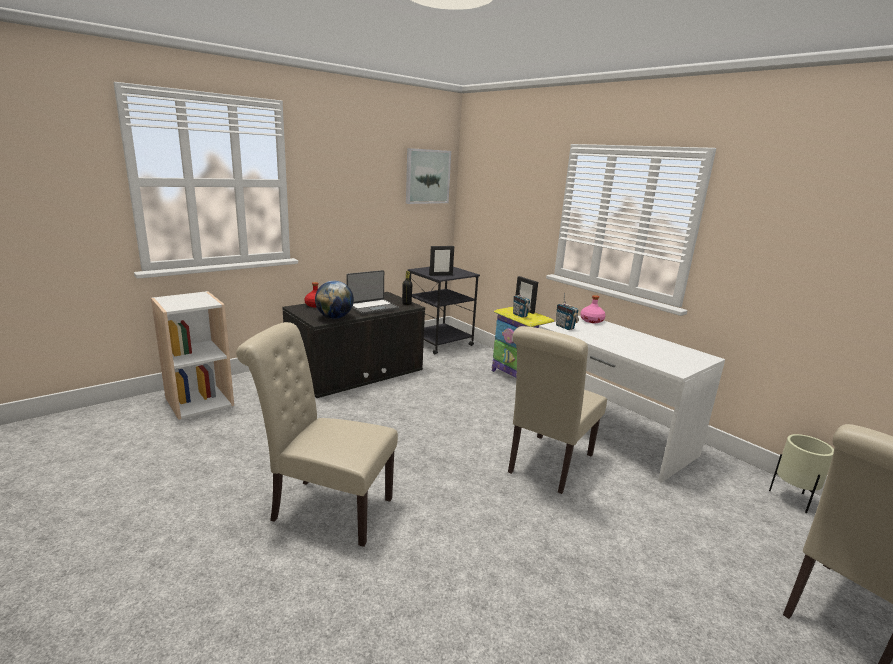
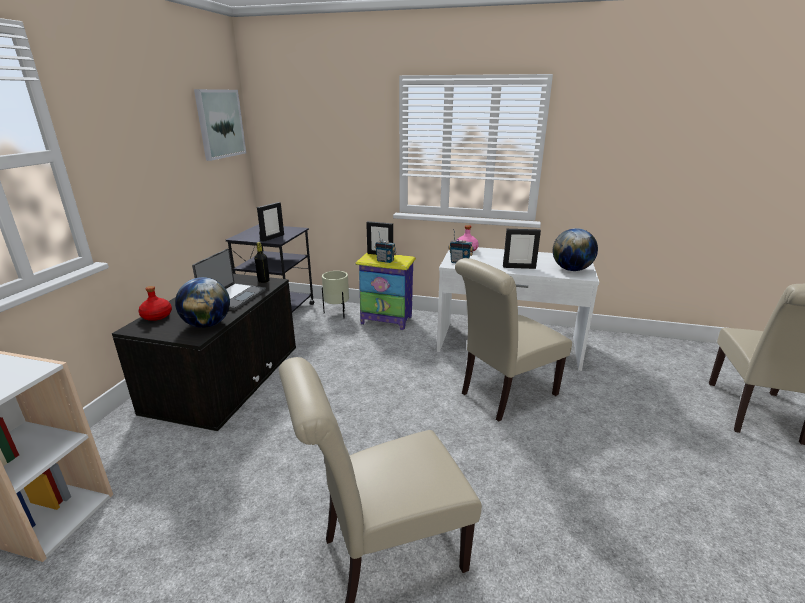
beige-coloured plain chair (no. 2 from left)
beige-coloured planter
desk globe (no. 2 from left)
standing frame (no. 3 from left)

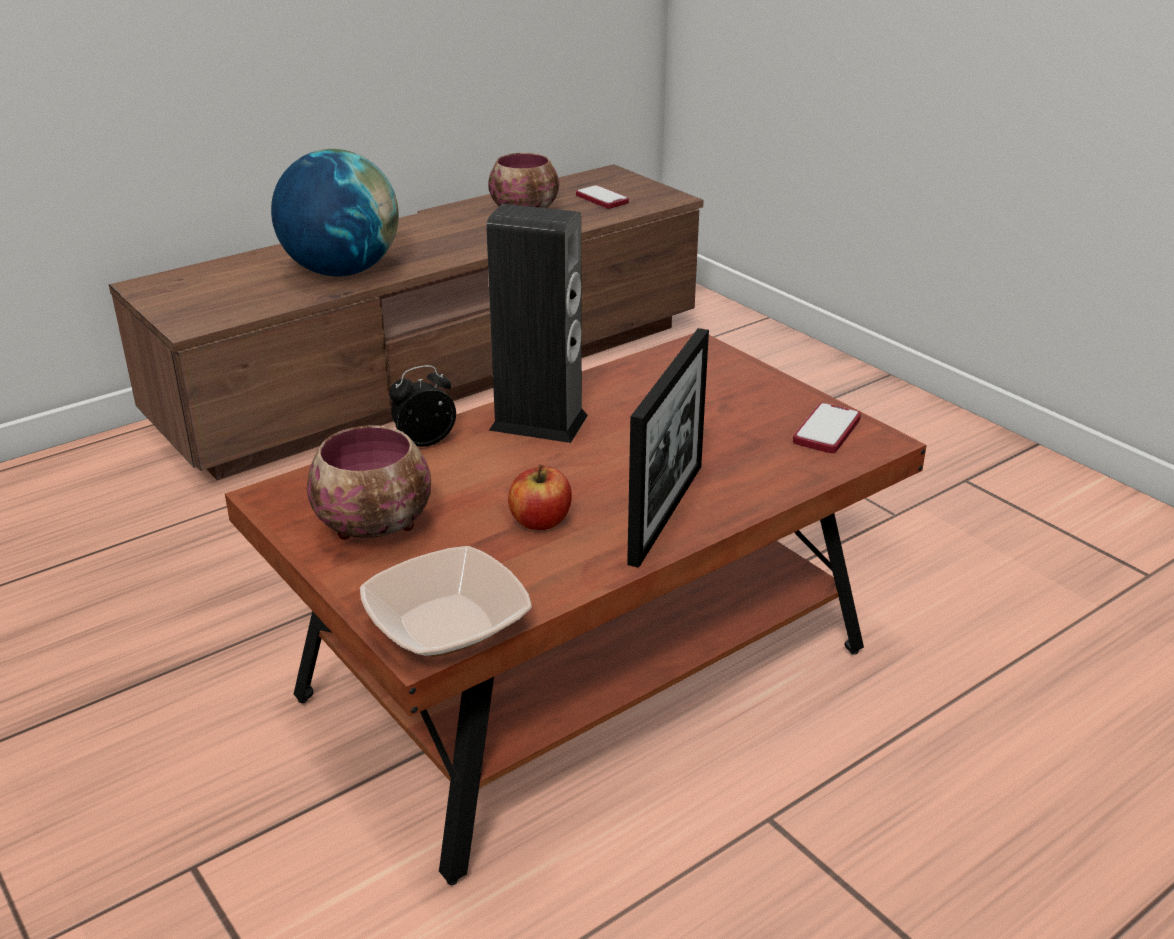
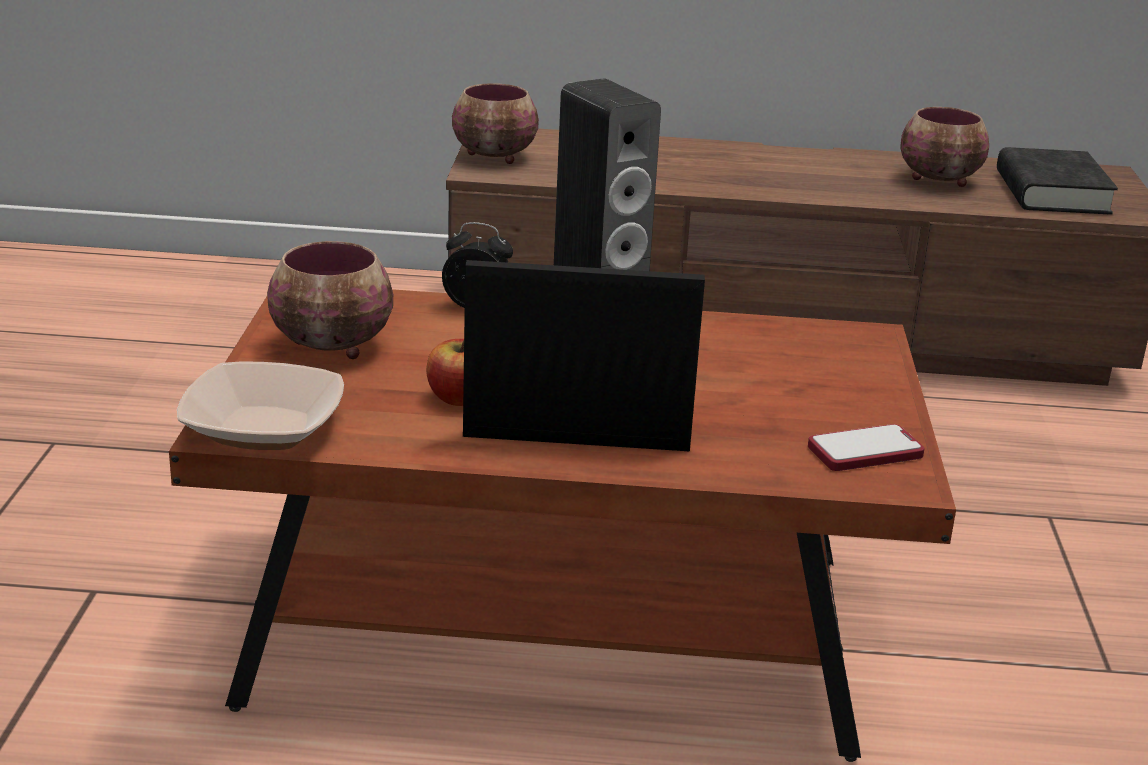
desk globe
blackish book
standing frame
deep dish (no. 3 from left)

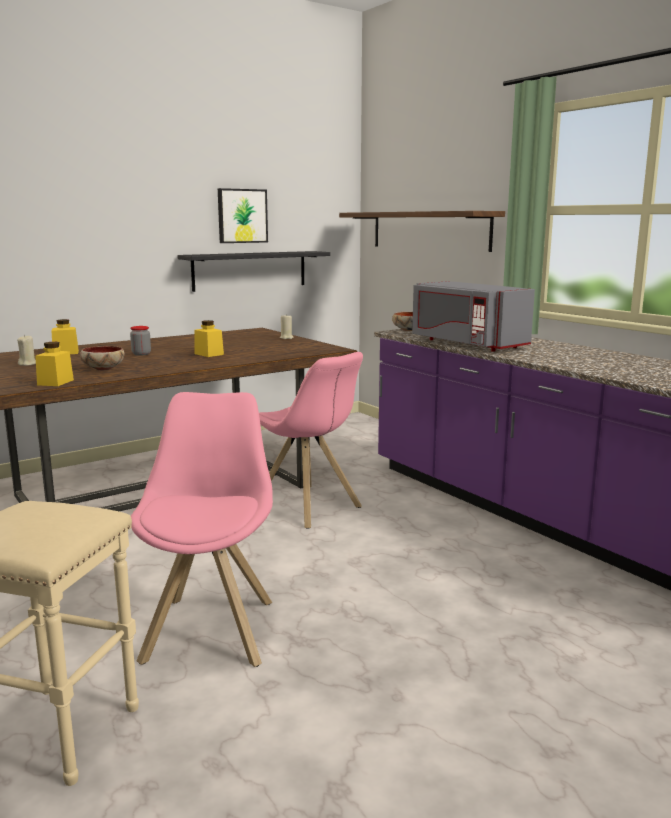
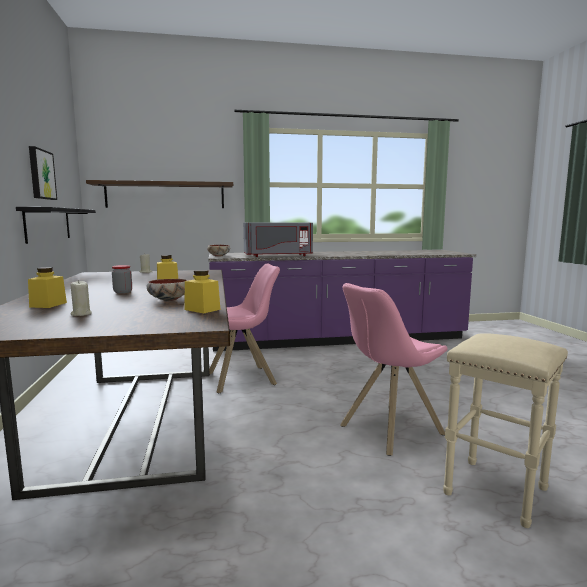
pink-coloured plain chair (no. 2 from left)

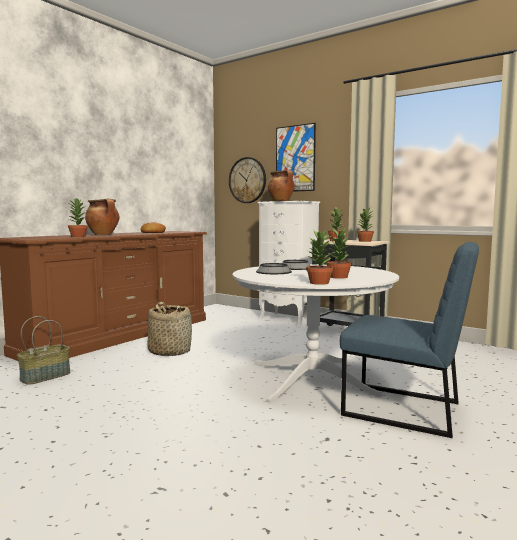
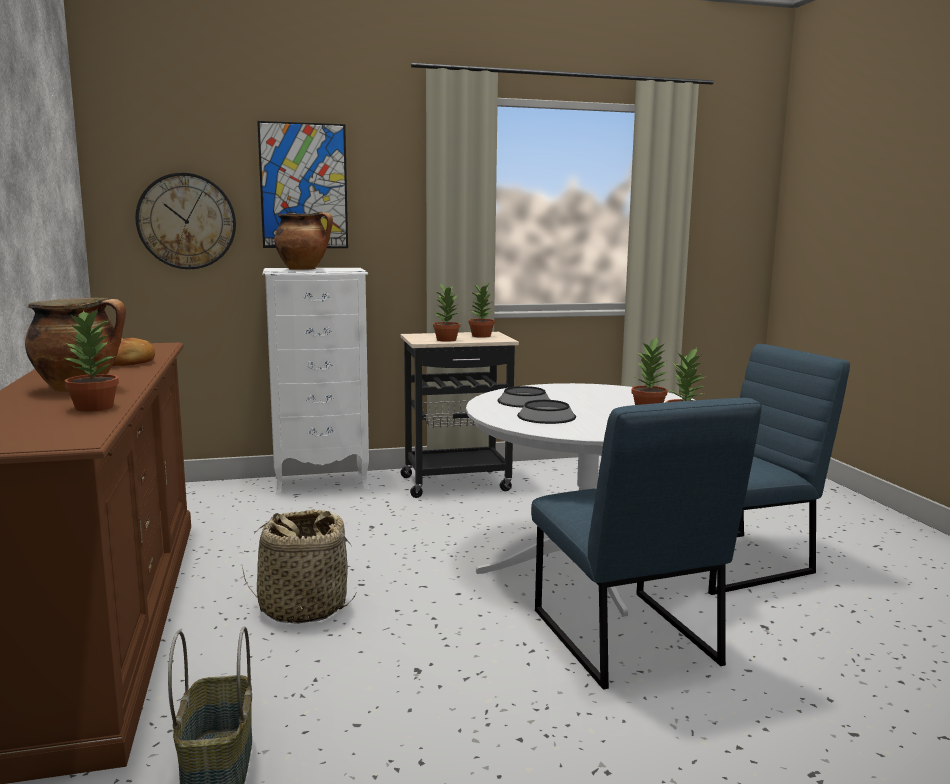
blue-coloured plain chair (no. 1 from left)

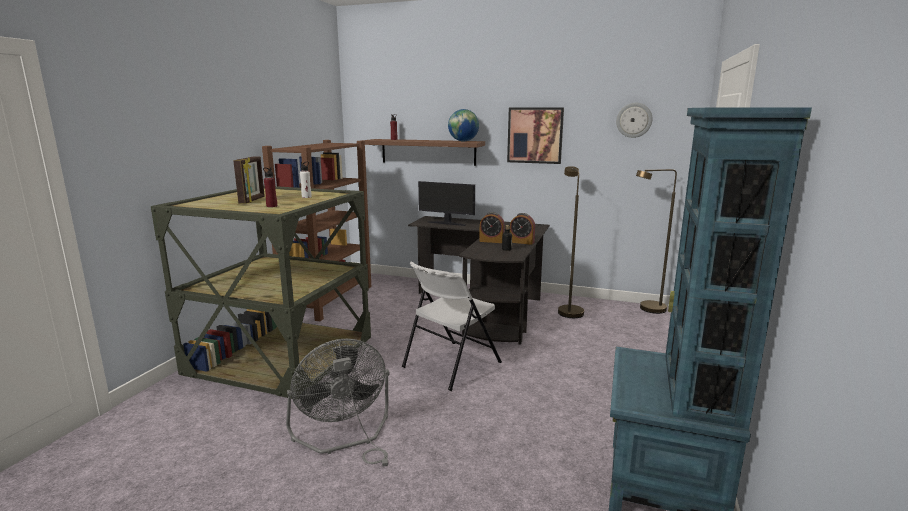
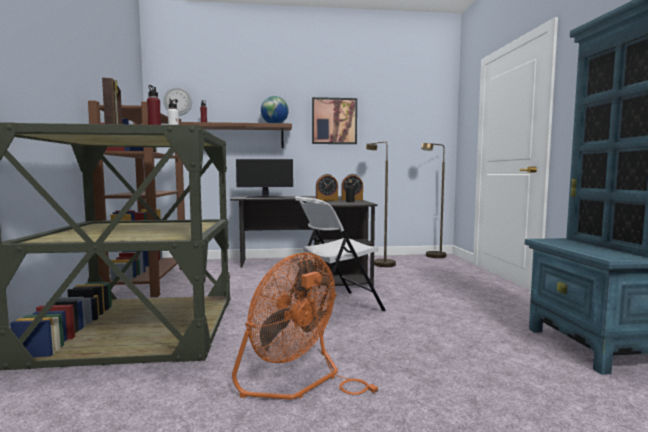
wall clock
white plain chair
orangey electric fan

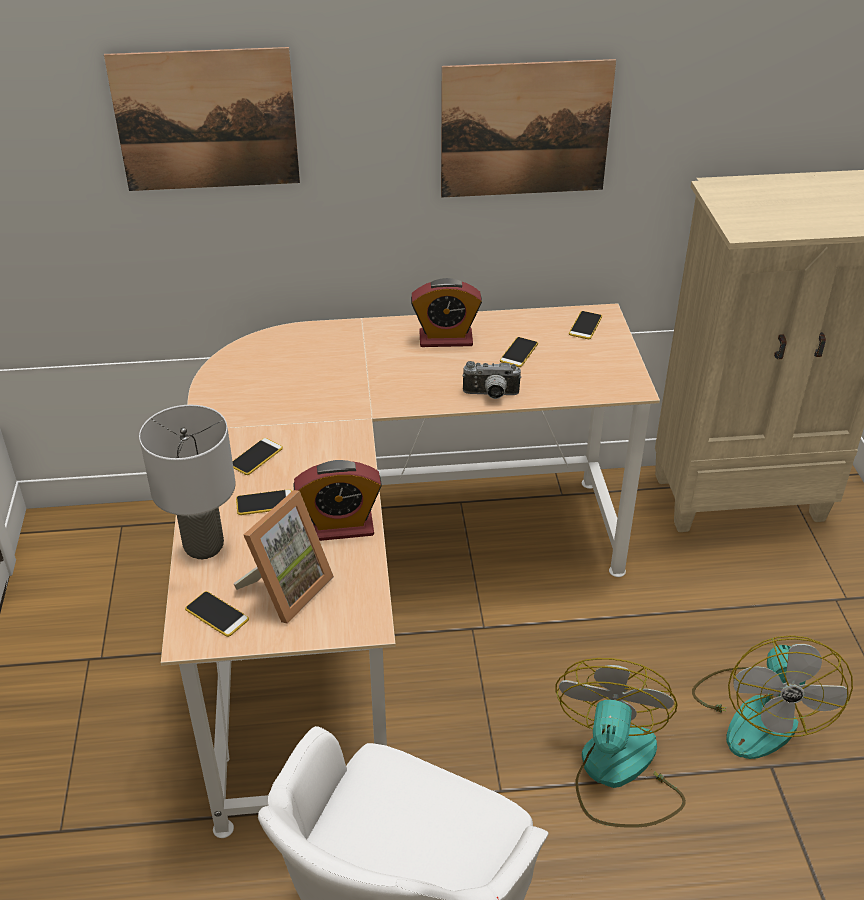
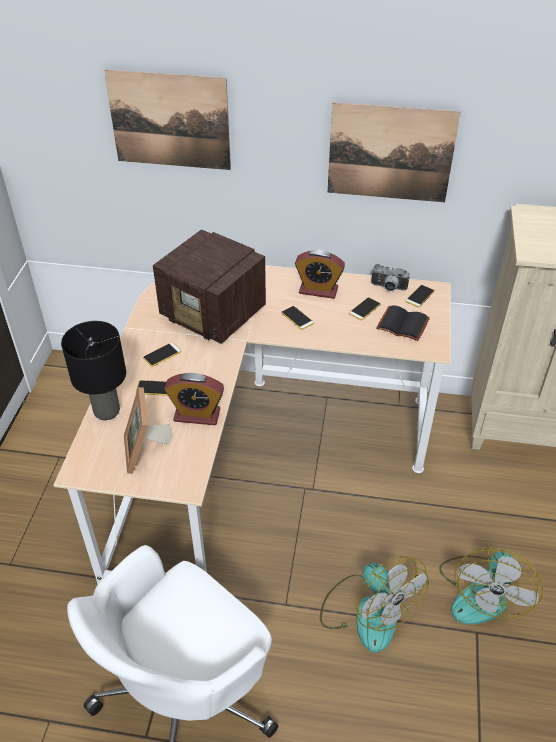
still camera
blackish tabletop lamp
standing frame
telephone (no. 3 from left)
electric fan (no. 1 from left)
radio set
blackish book

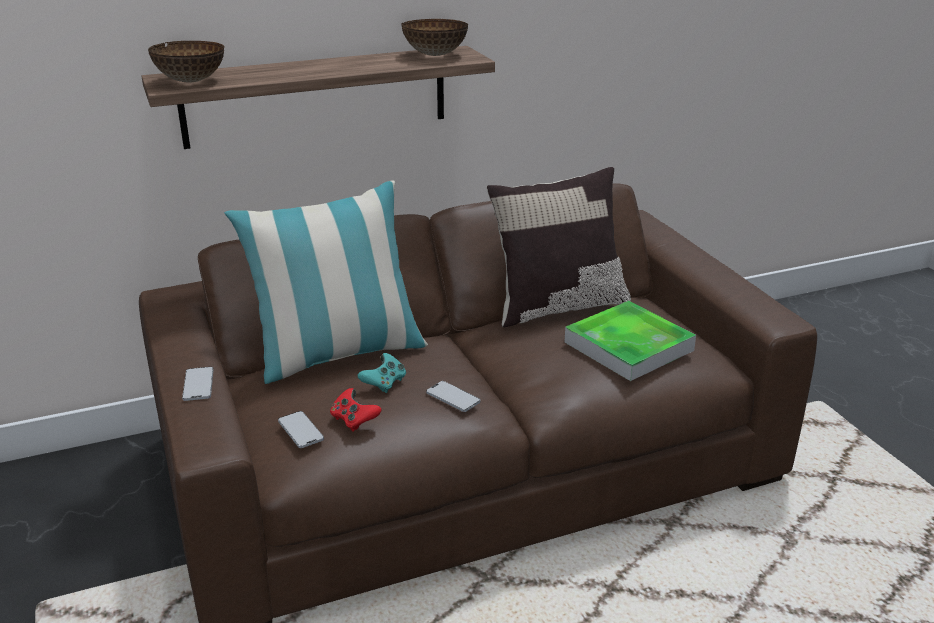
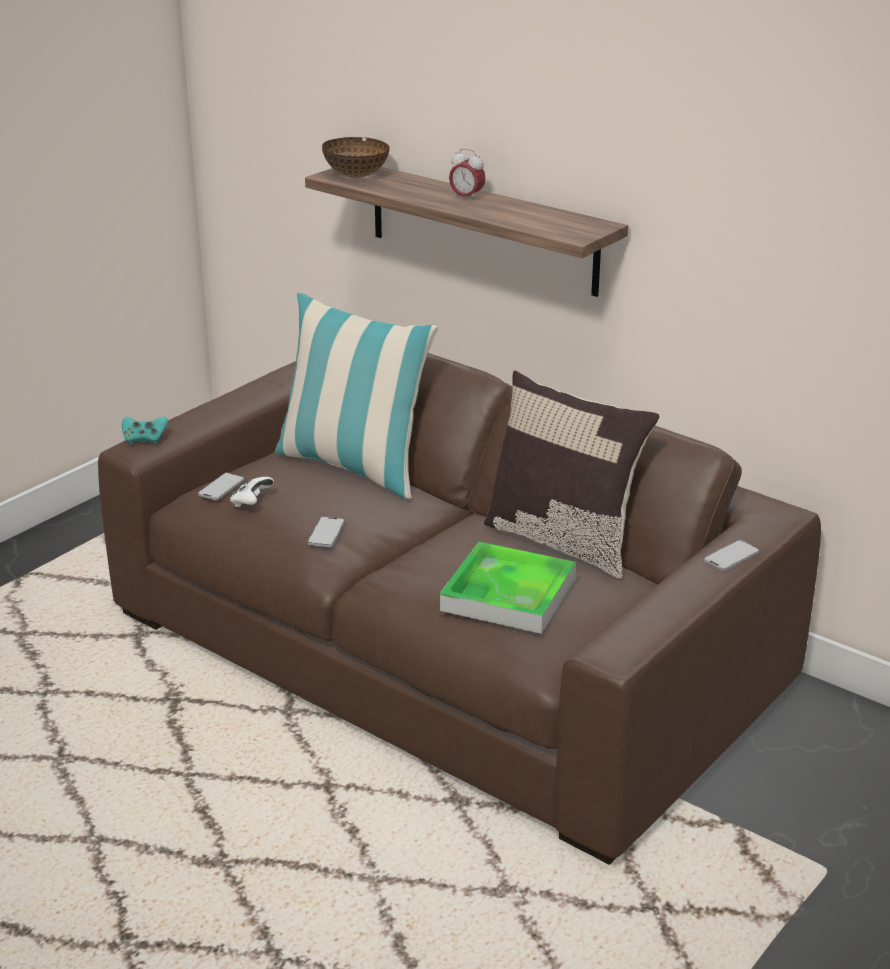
deep dish (no. 2 from left in the first image)
turquoise-coloured gamepad
telephone (no. 3 from left)
white gamepad
alarm clock

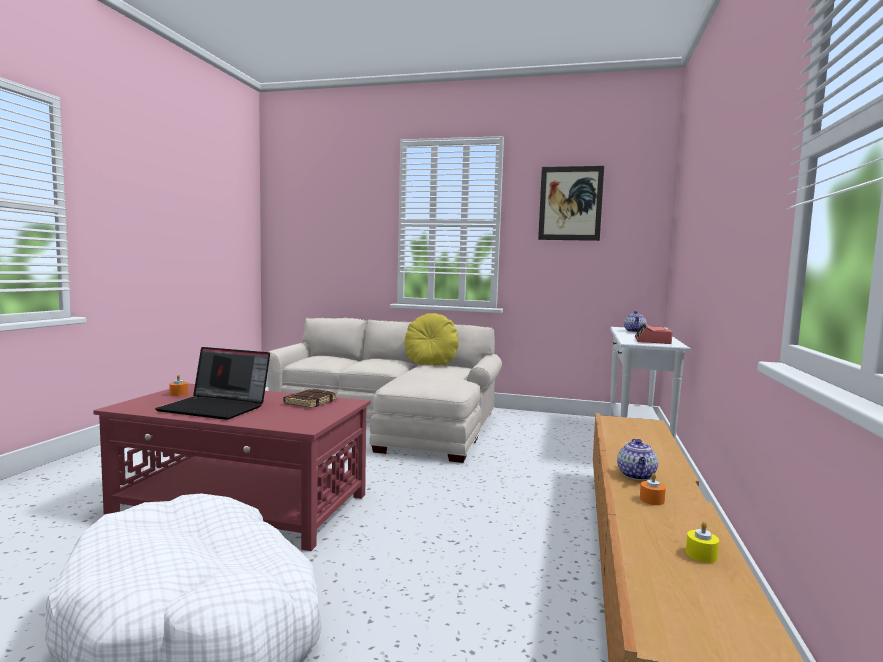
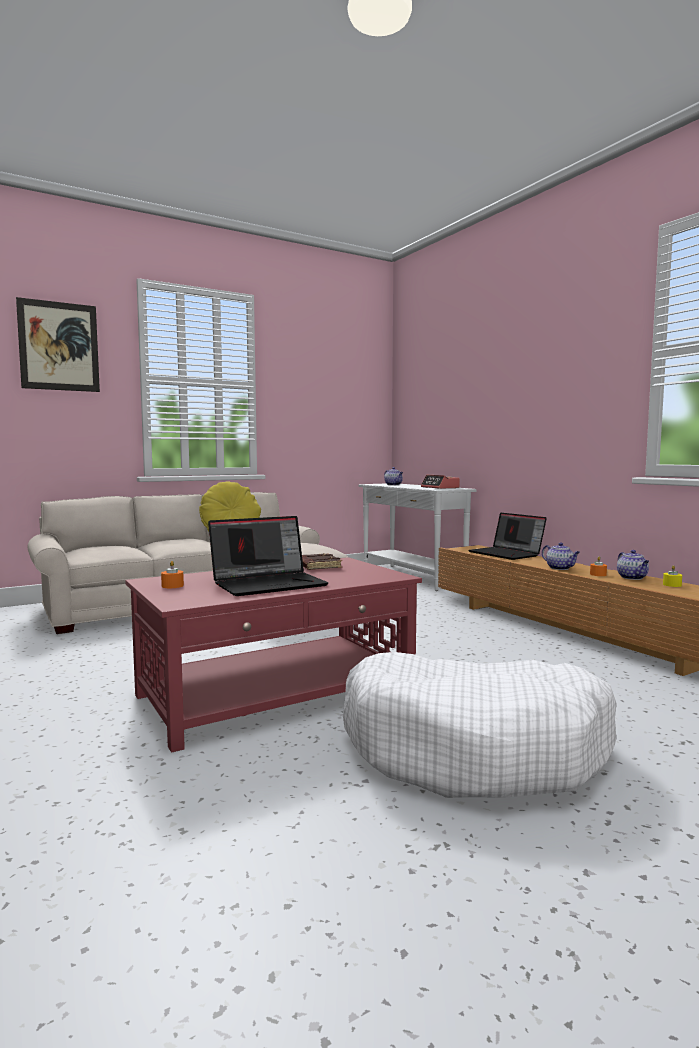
wall picture
notebook computer (no. 2 from left)
teapot (no. 3 from left)

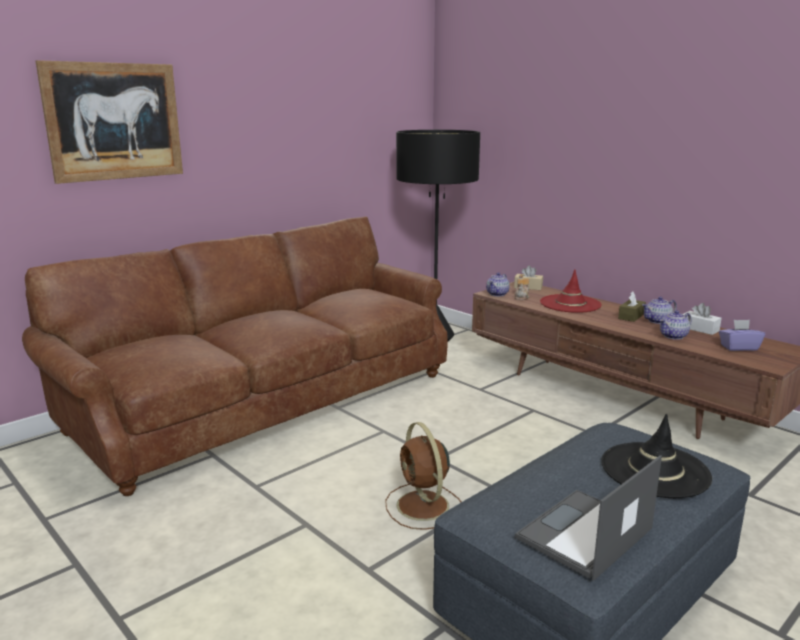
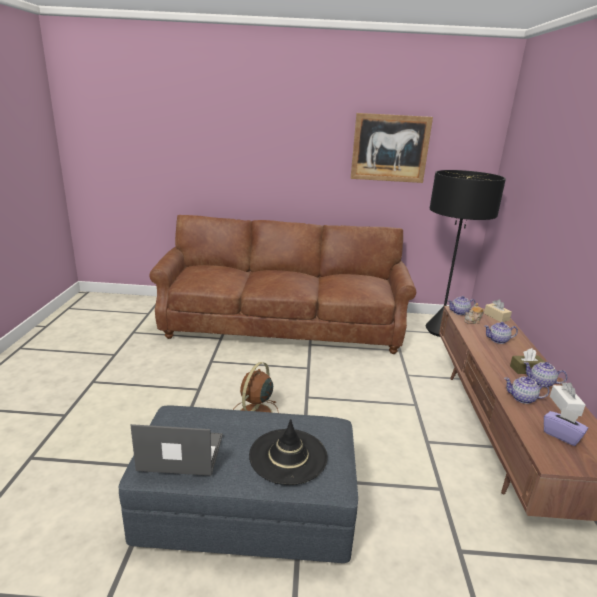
wall picture
teapot (no. 3 from left)

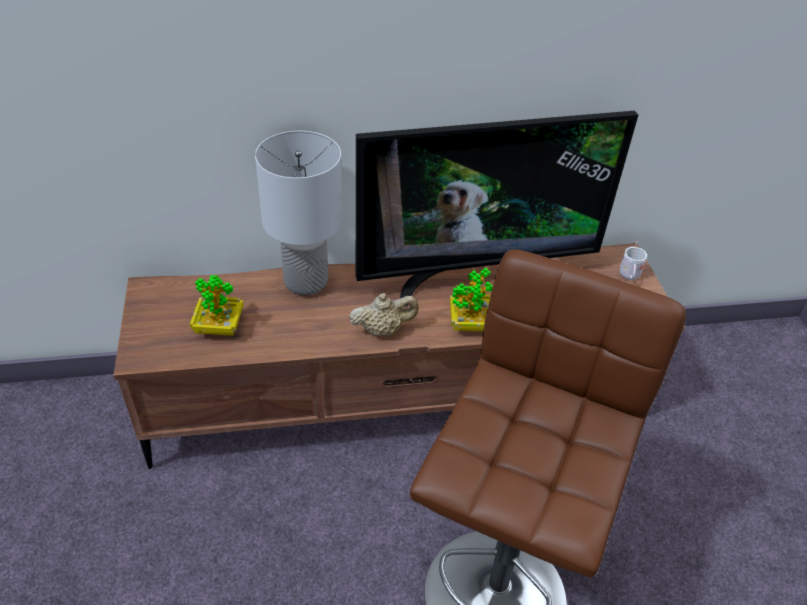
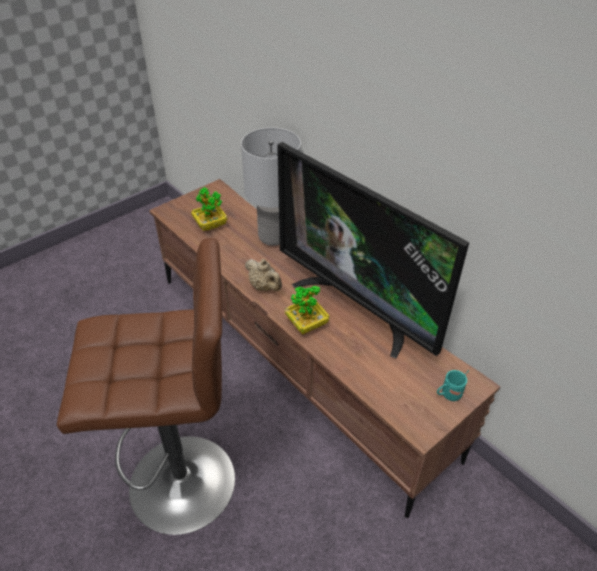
turquoise-coloured mug

